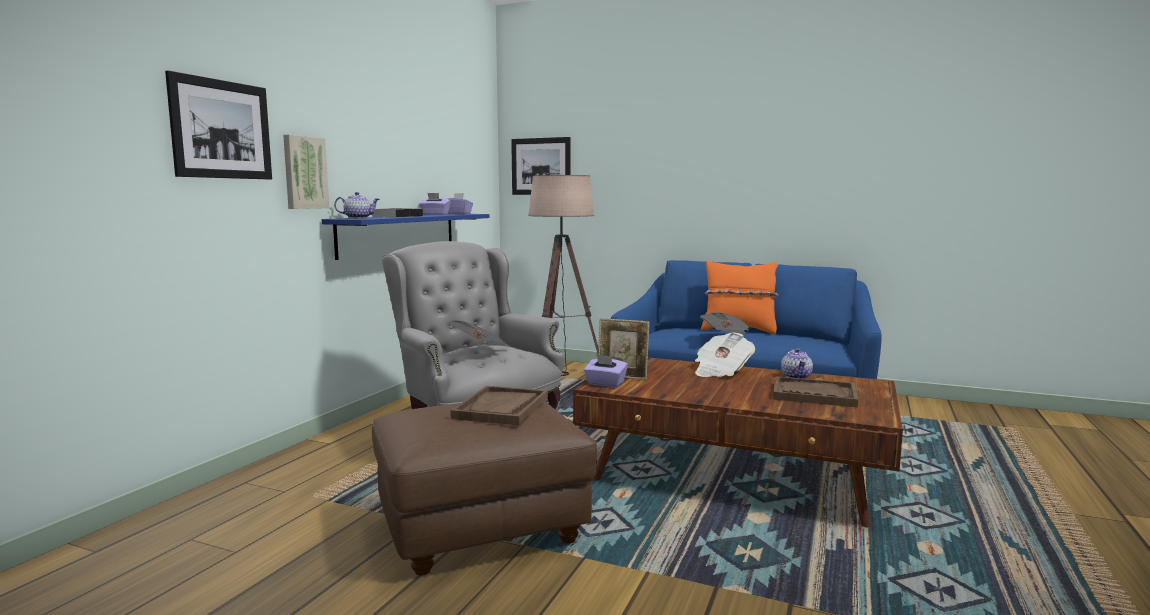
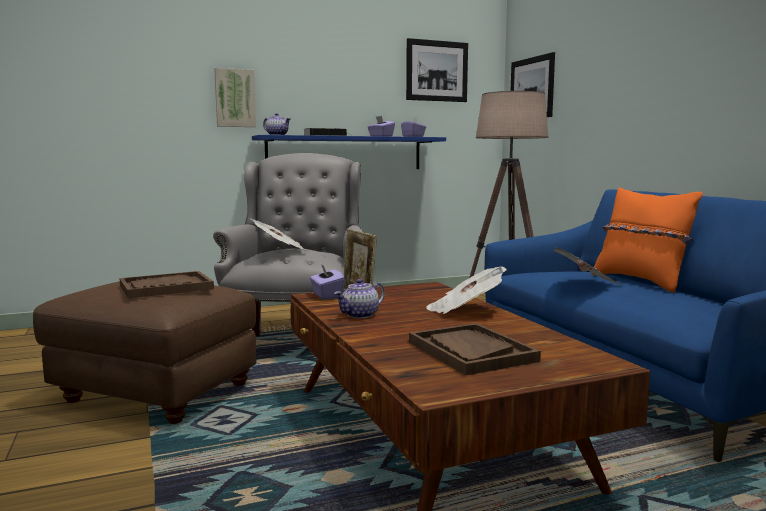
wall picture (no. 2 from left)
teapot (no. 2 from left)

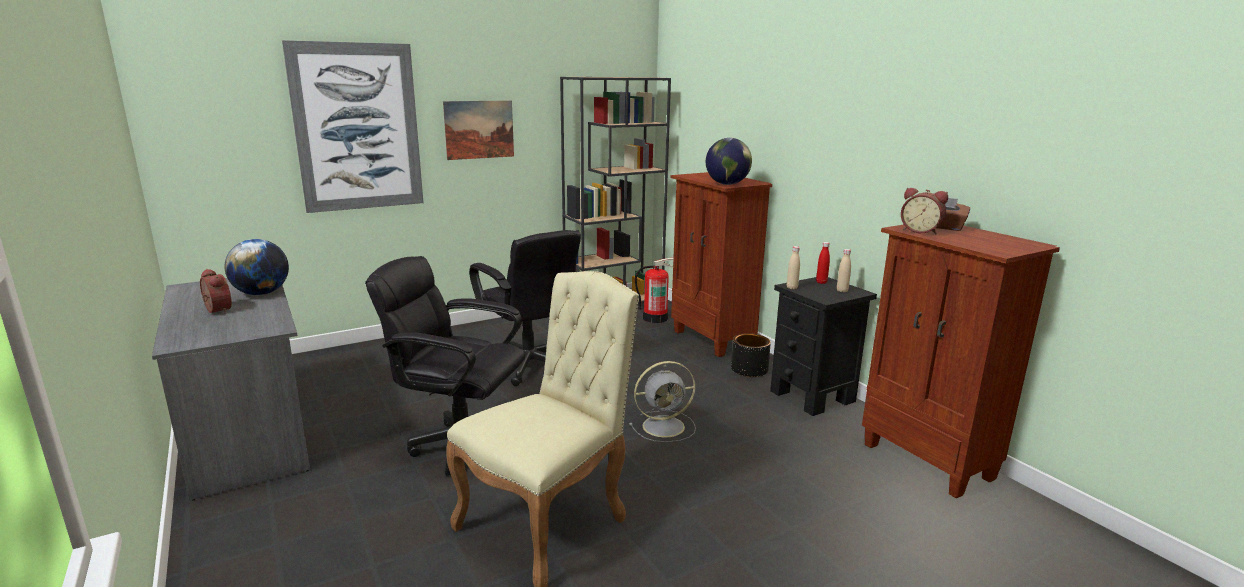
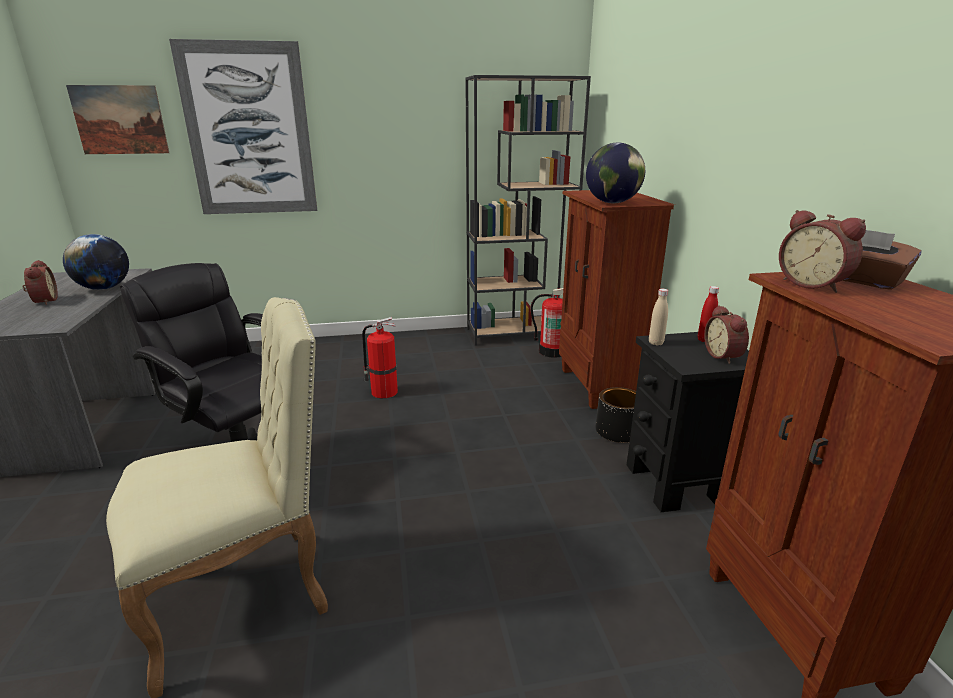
wall picture (no. 1 from left)
fire extinguisher (no. 1 from left)
alarm clock (no. 2 from left)
gray electric fan

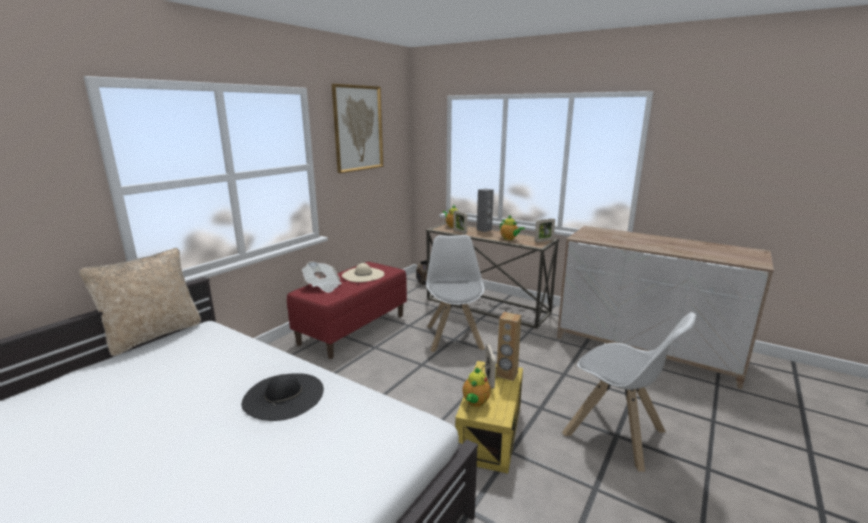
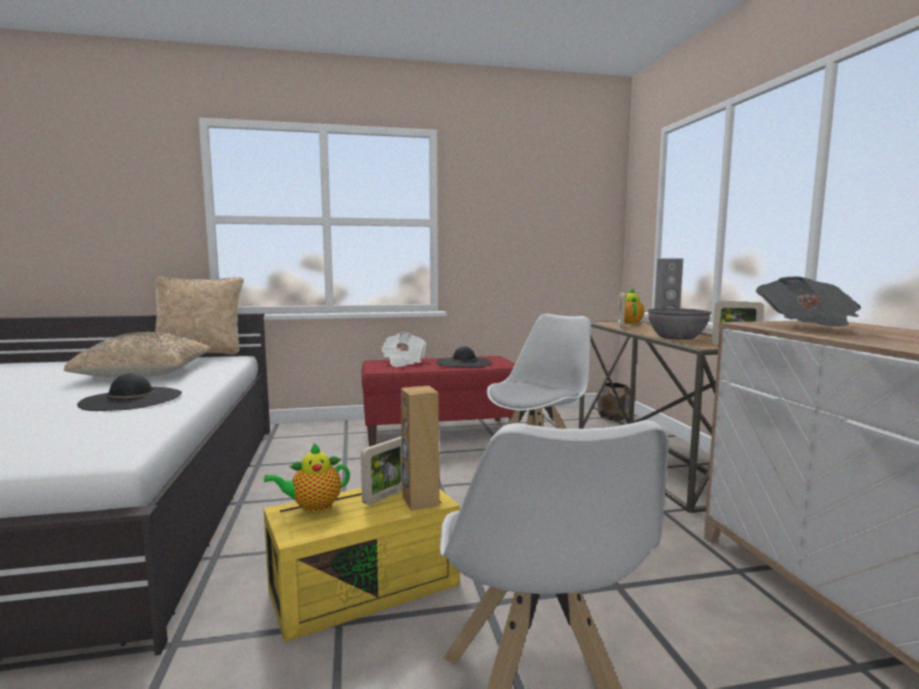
wall picture
gray deep dish
blackish wearable hat (no. 2 from left)
newspaper (no. 2 from left)
beige-coloured pillow (no. 1 from left)

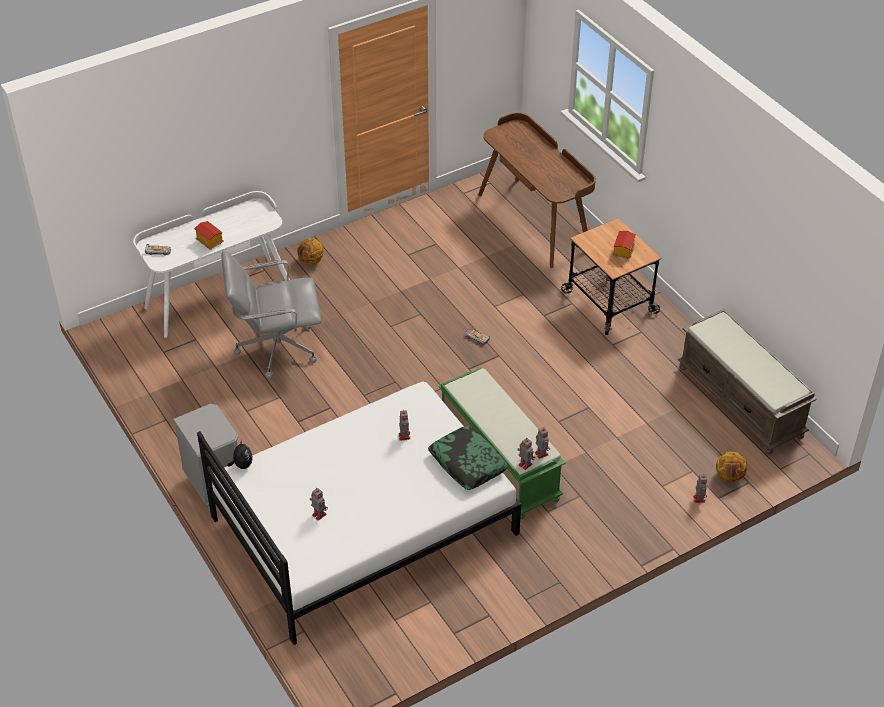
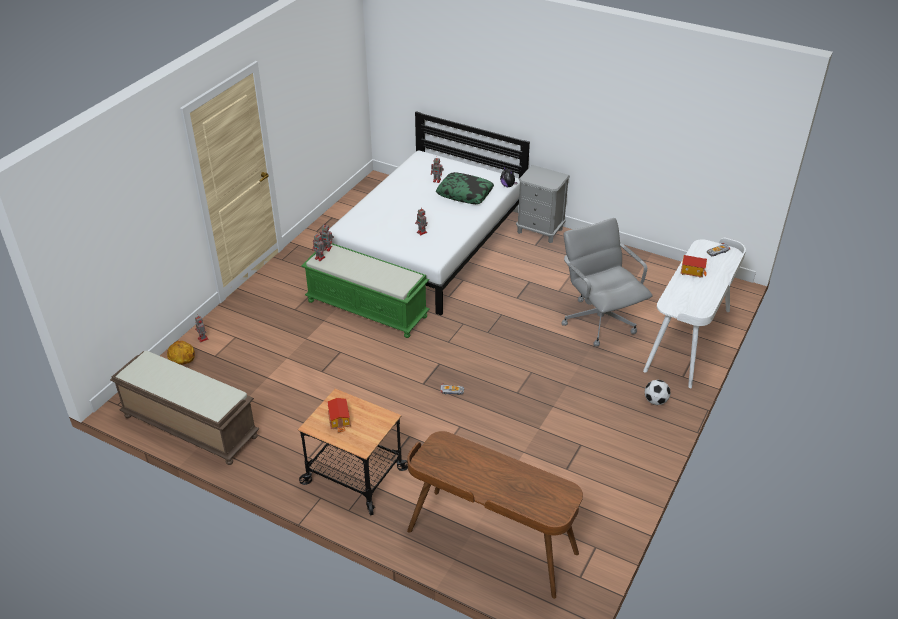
ball for football
gray desk chair
pillow

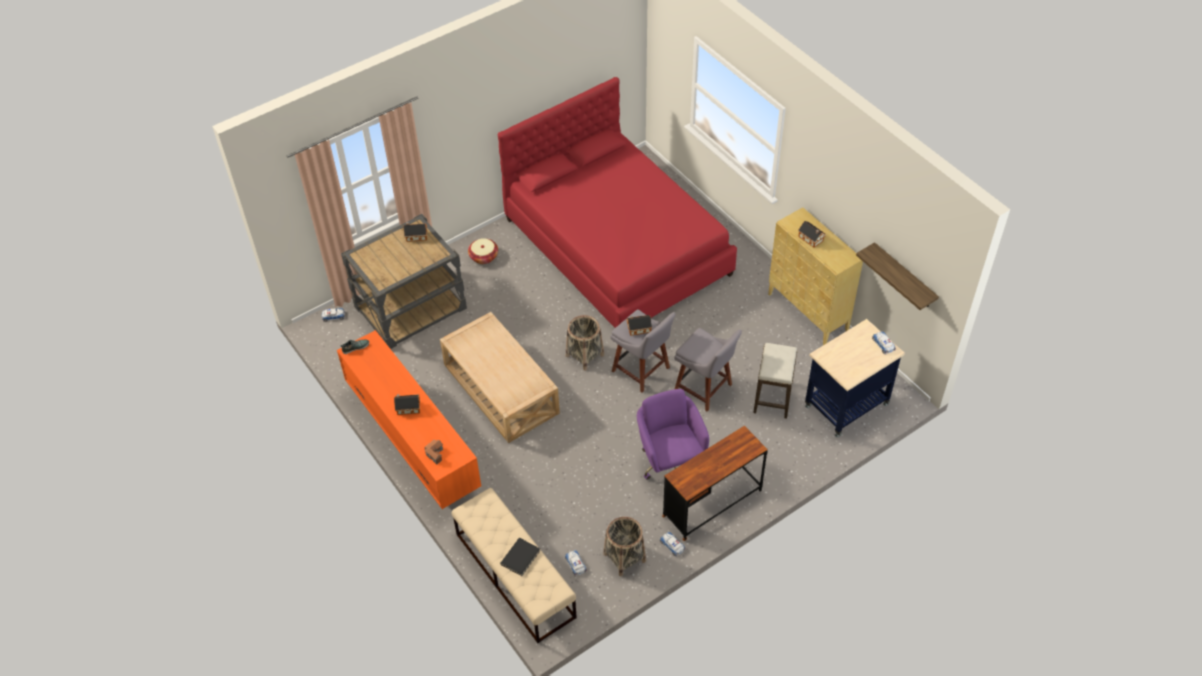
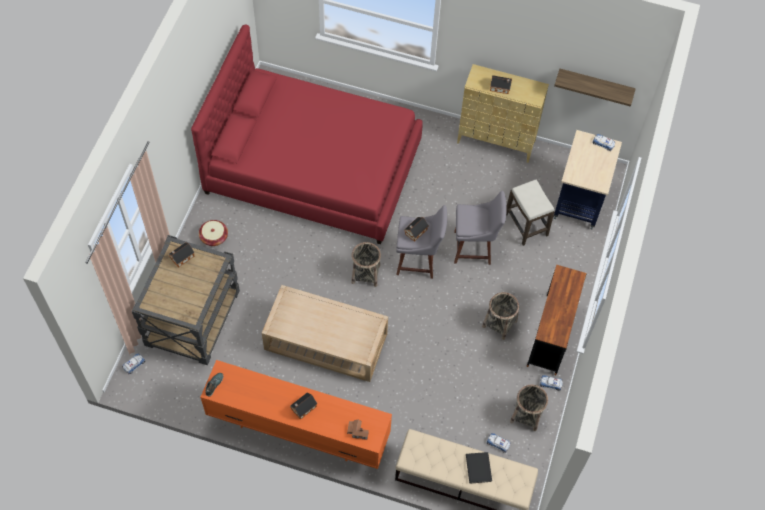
storage basket (no. 3 from left)

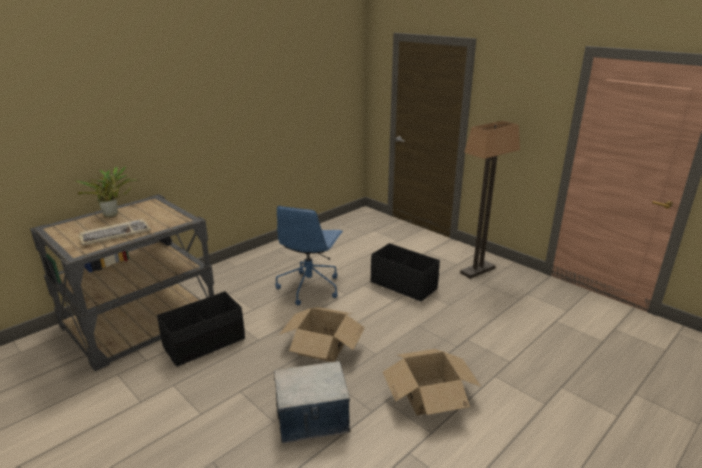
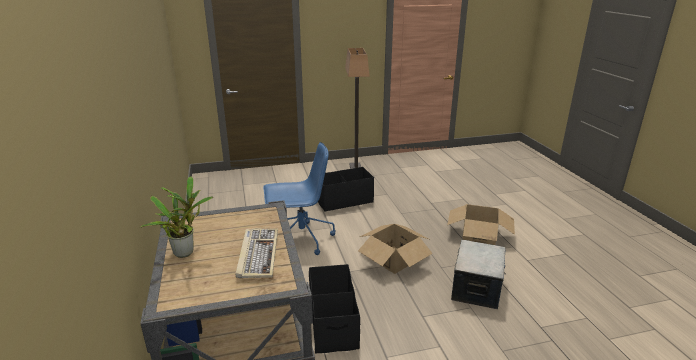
blue-coloured desk chair

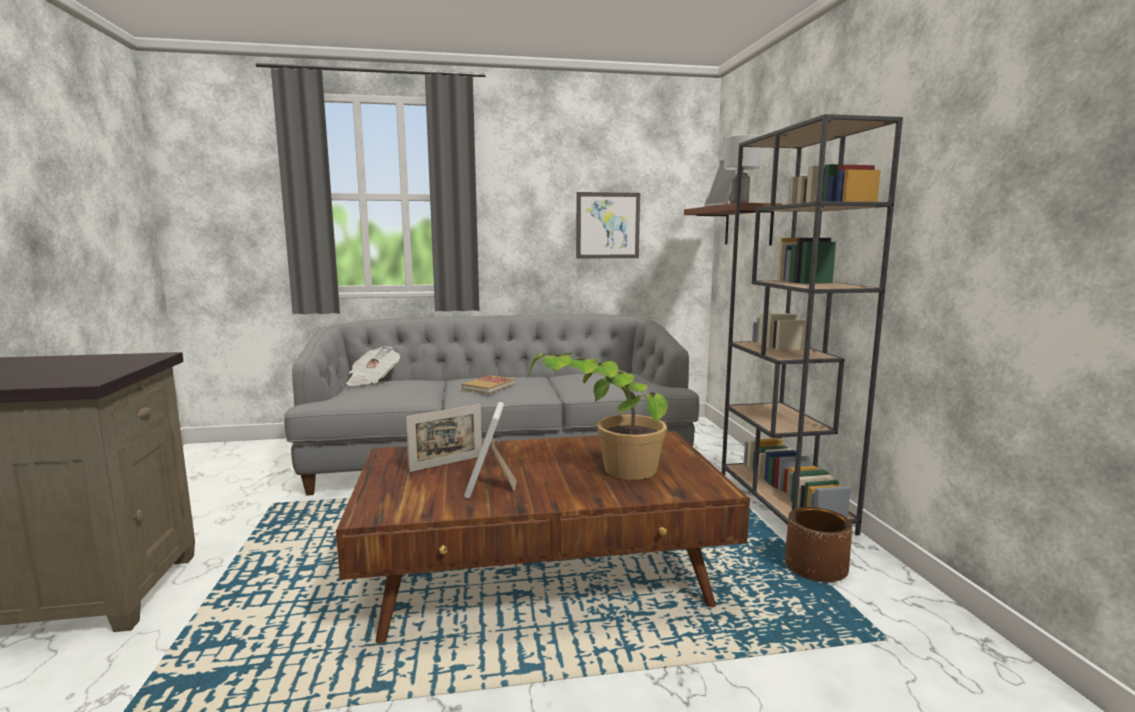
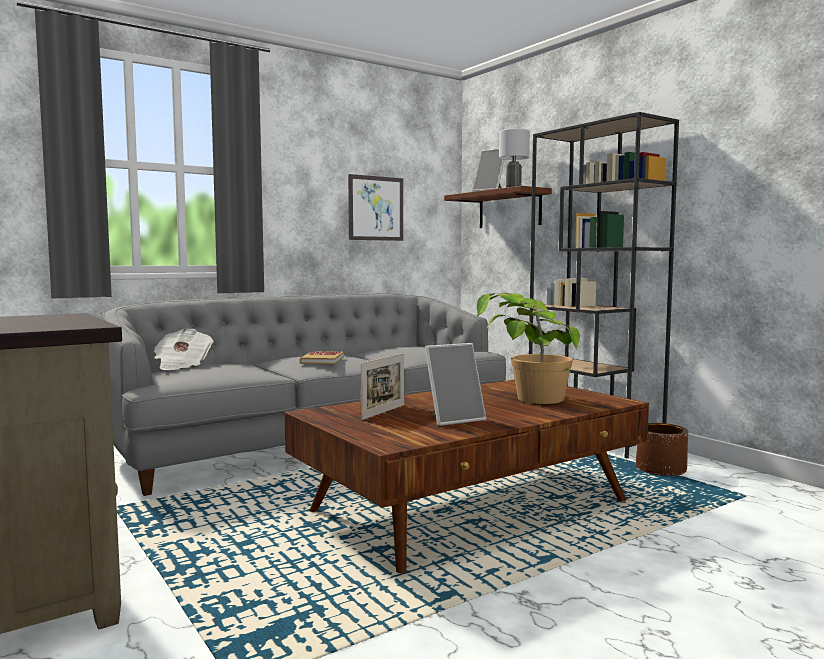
standing frame (no. 2 from left)

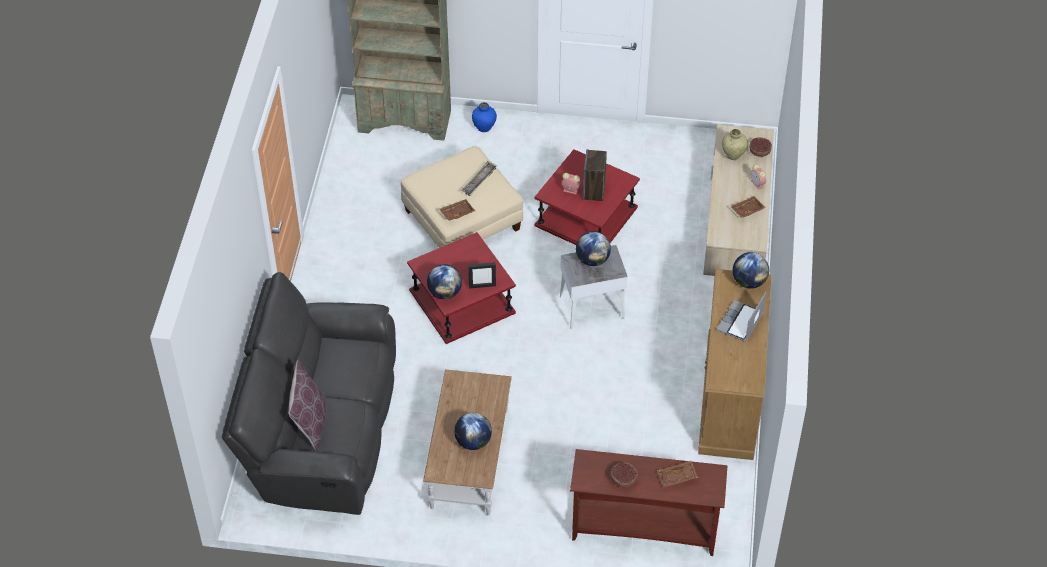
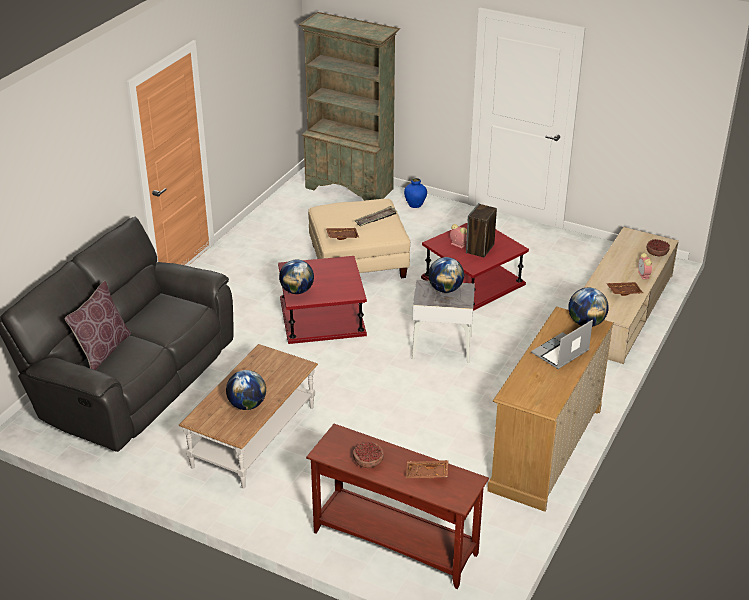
beige-coloured vase
standing frame

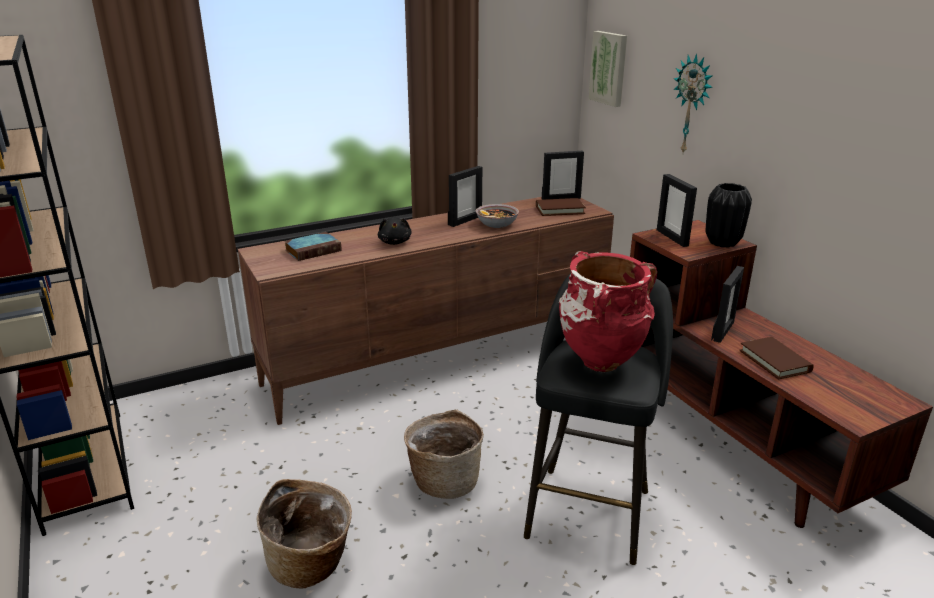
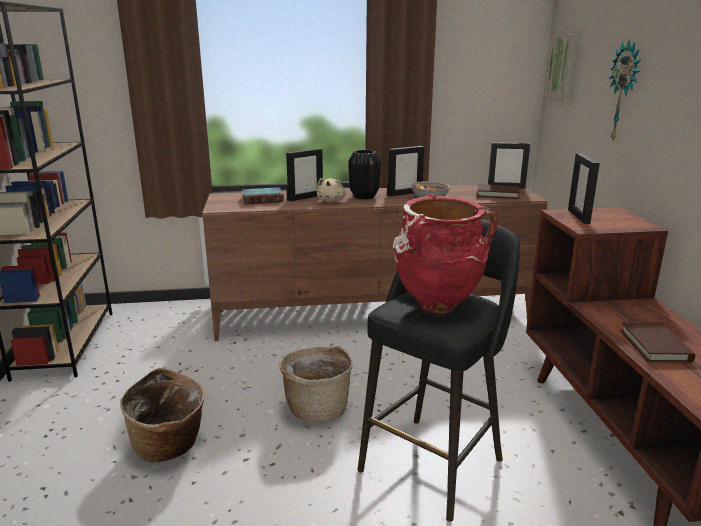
blackish vase
beige-coloured soft toy
standing frame (no. 1 from left)

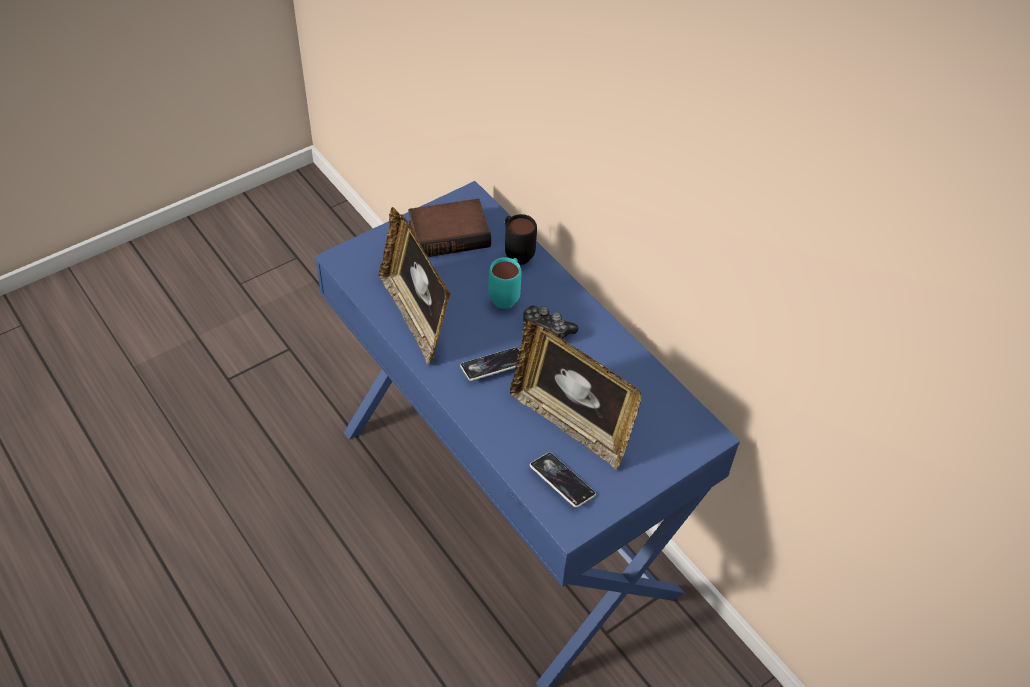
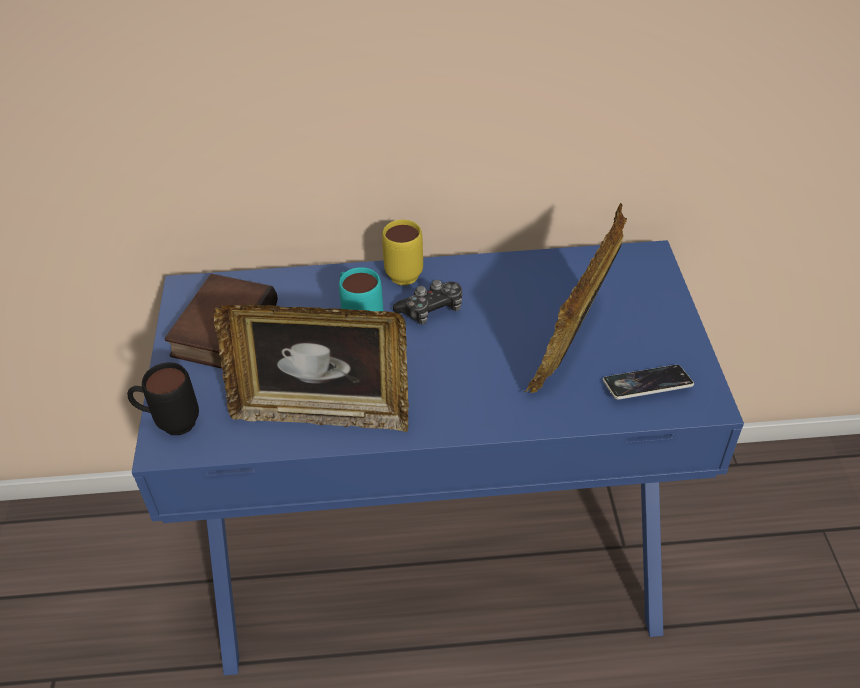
blackish mug
standing frame (no. 2 from left)
telephone (no. 1 from left in the first image)
yellowish mug

